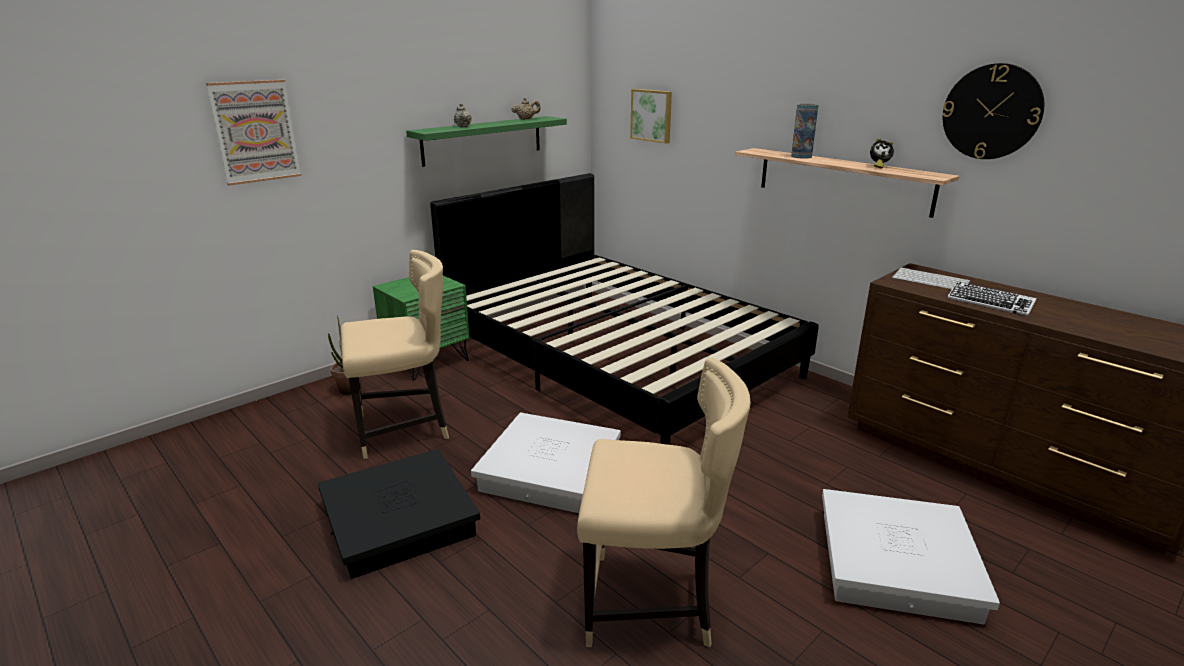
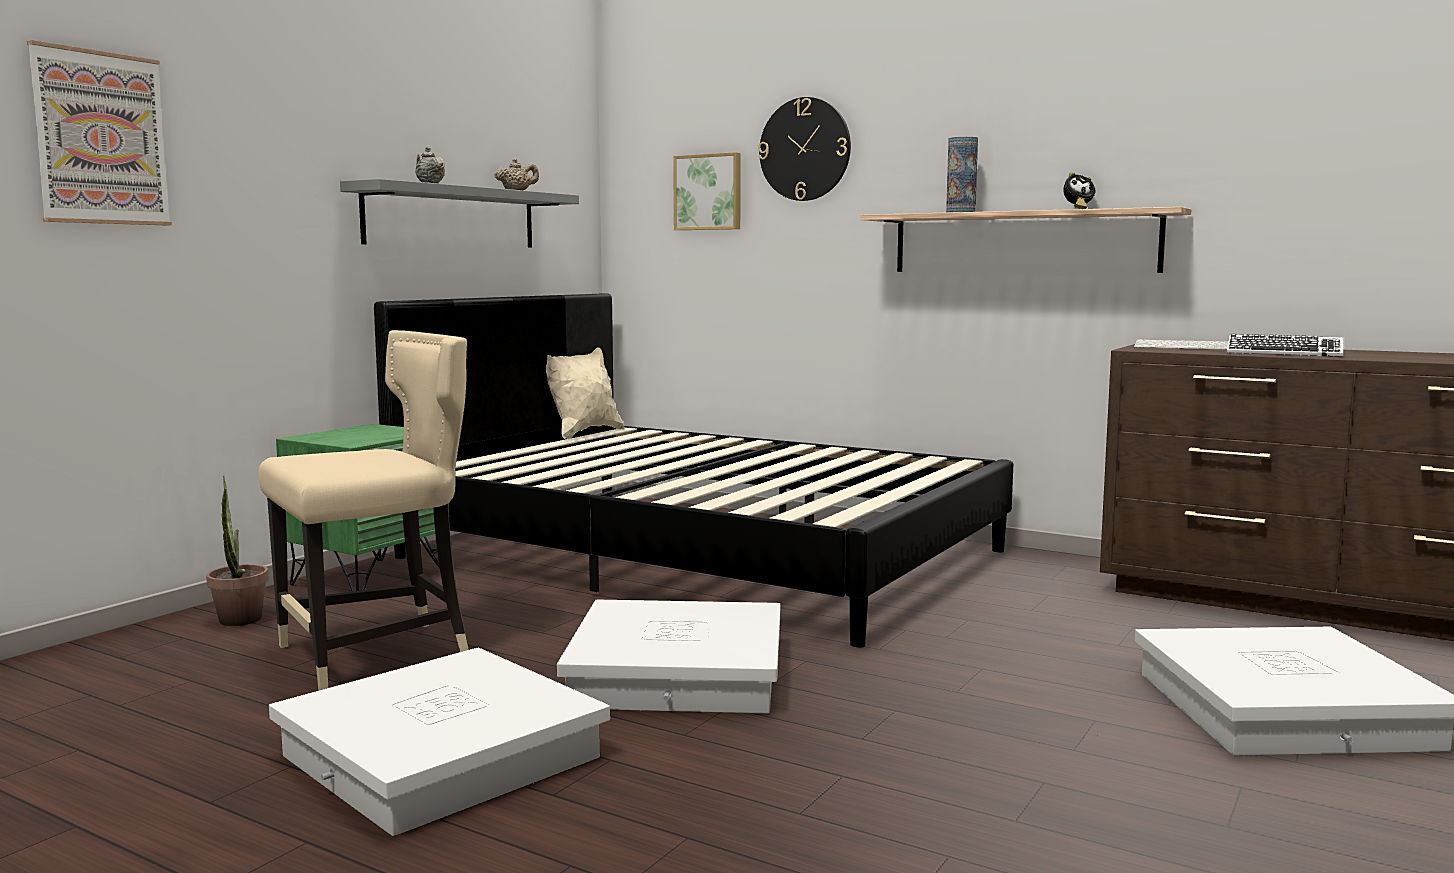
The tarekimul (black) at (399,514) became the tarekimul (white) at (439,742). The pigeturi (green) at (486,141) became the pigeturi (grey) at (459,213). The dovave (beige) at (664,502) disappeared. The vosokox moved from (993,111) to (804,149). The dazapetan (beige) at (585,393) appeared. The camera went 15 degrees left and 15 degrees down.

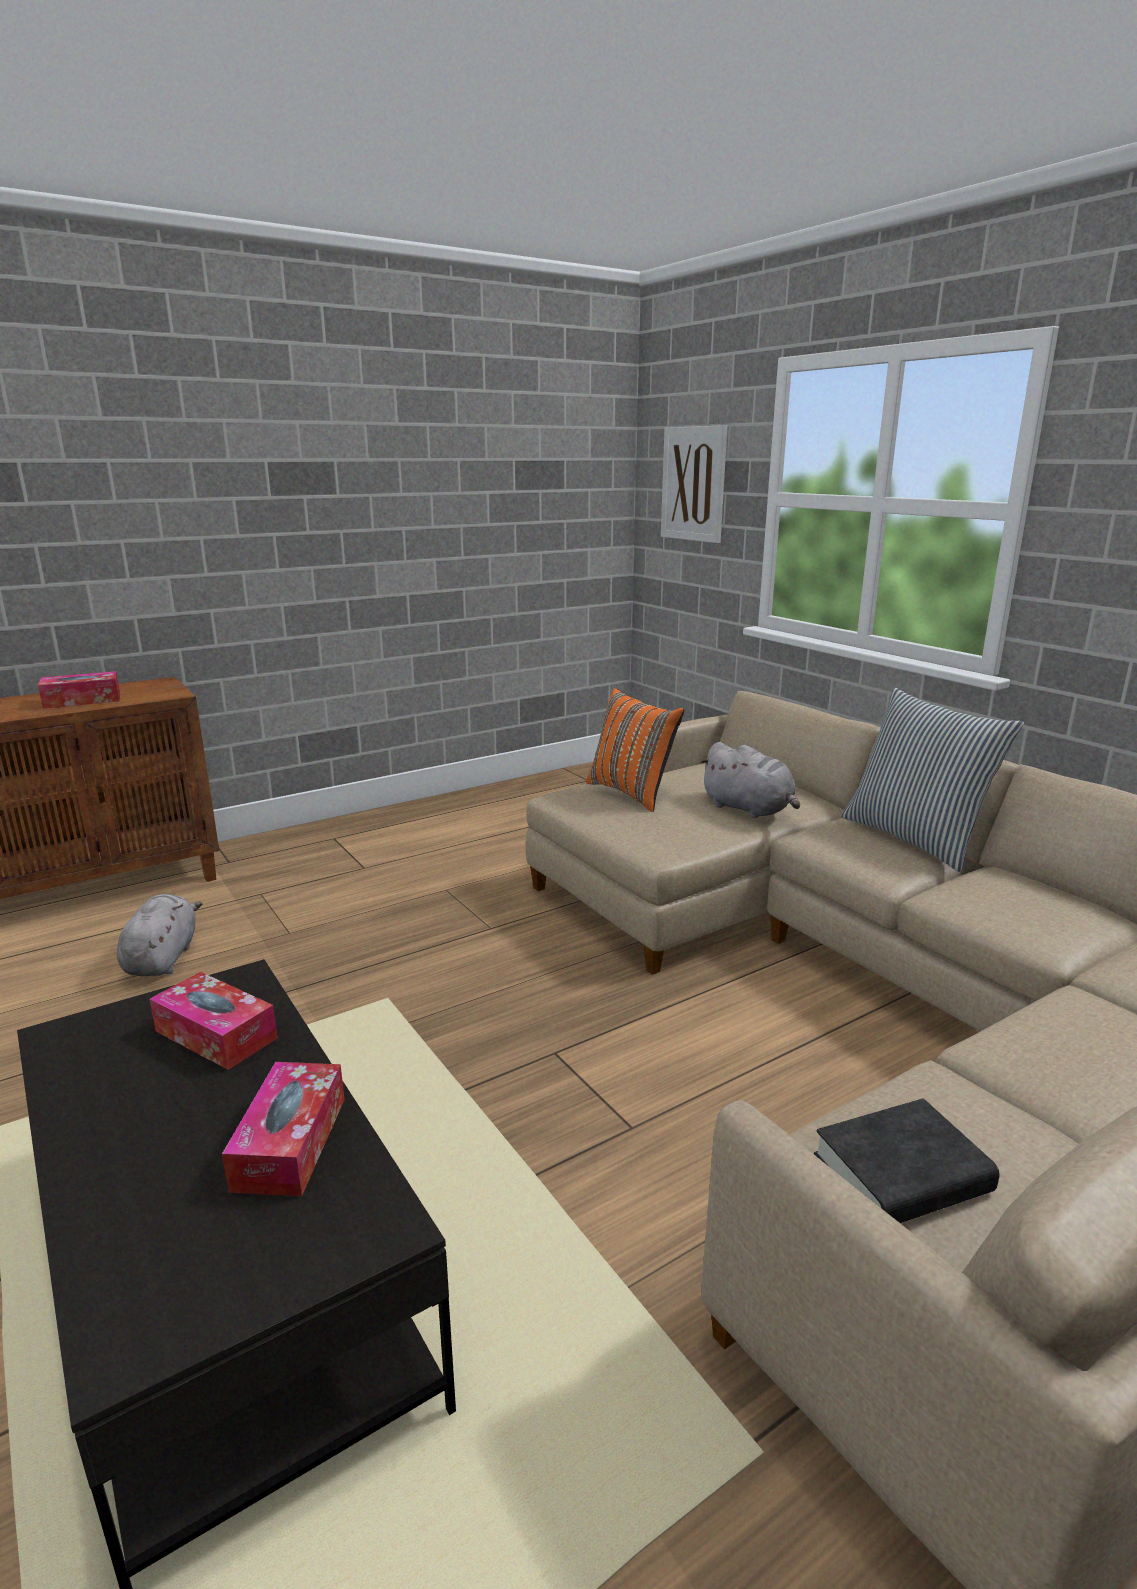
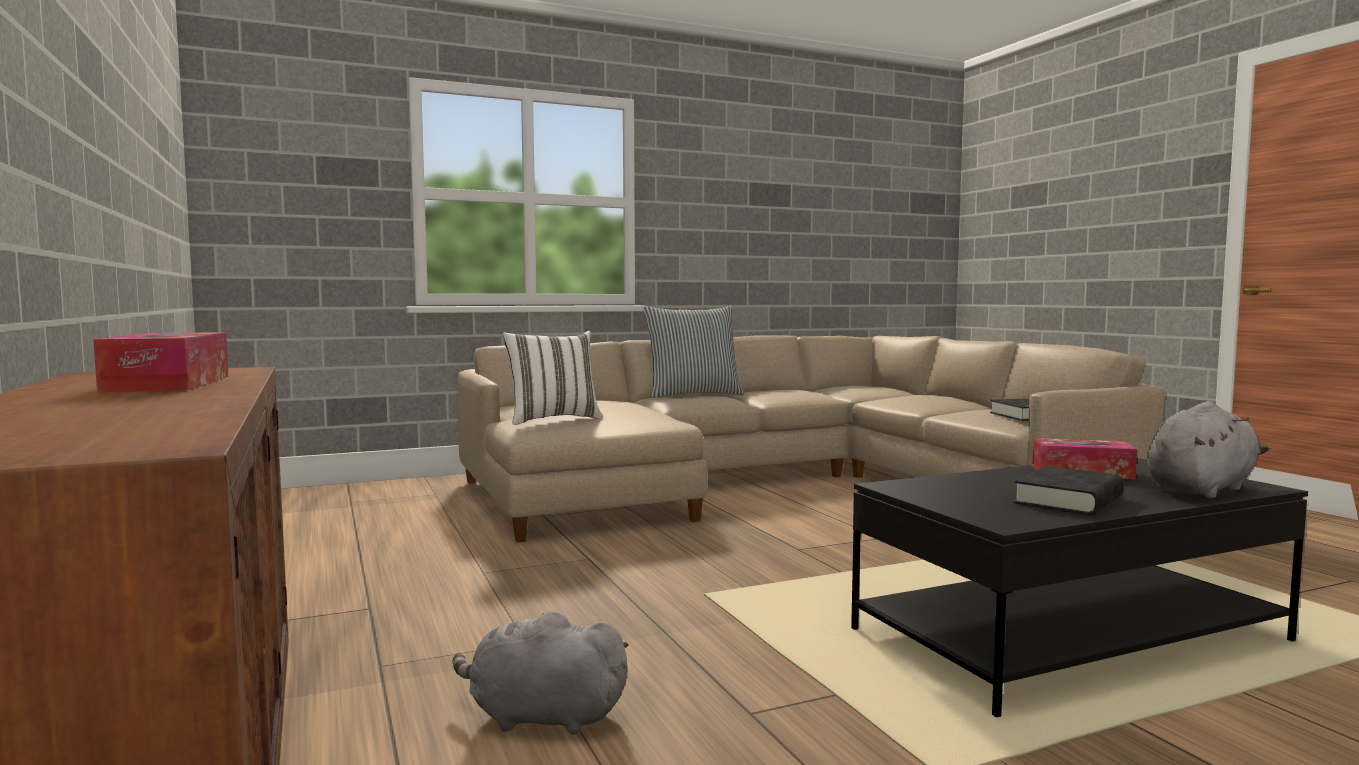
The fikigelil at (214,1021) disappeared. The dazapetan (orange) at (635,750) became the dazapetan (white) at (553,378). The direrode at (694,484) disappeared. The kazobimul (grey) moved from (749,780) to (1208,450). The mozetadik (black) at (1069,490) appeared. The camera went 80 degrees left and 15 degrees down.

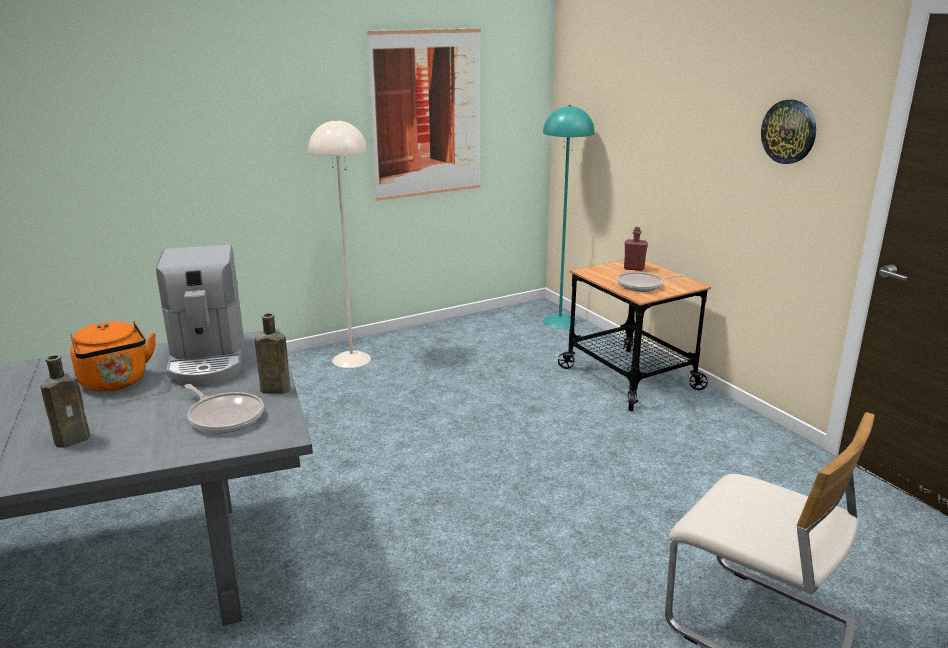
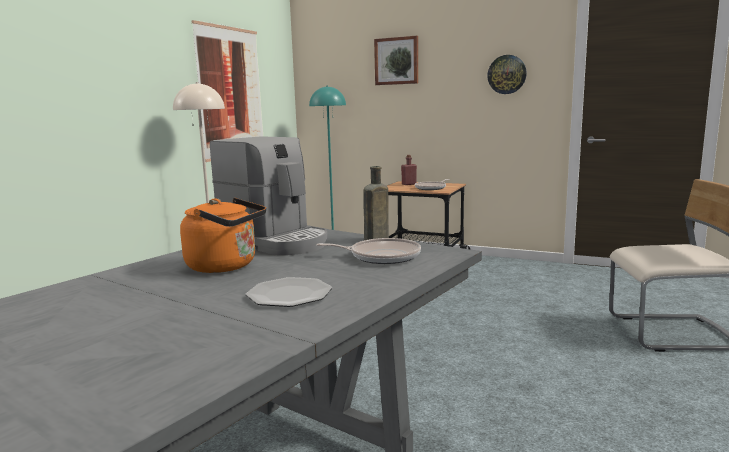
The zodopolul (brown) at (65,401) was replaced by the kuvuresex at (289,292). The direrode at (396,60) appeared. The camera went 35 degrees left and 10 degrees down.

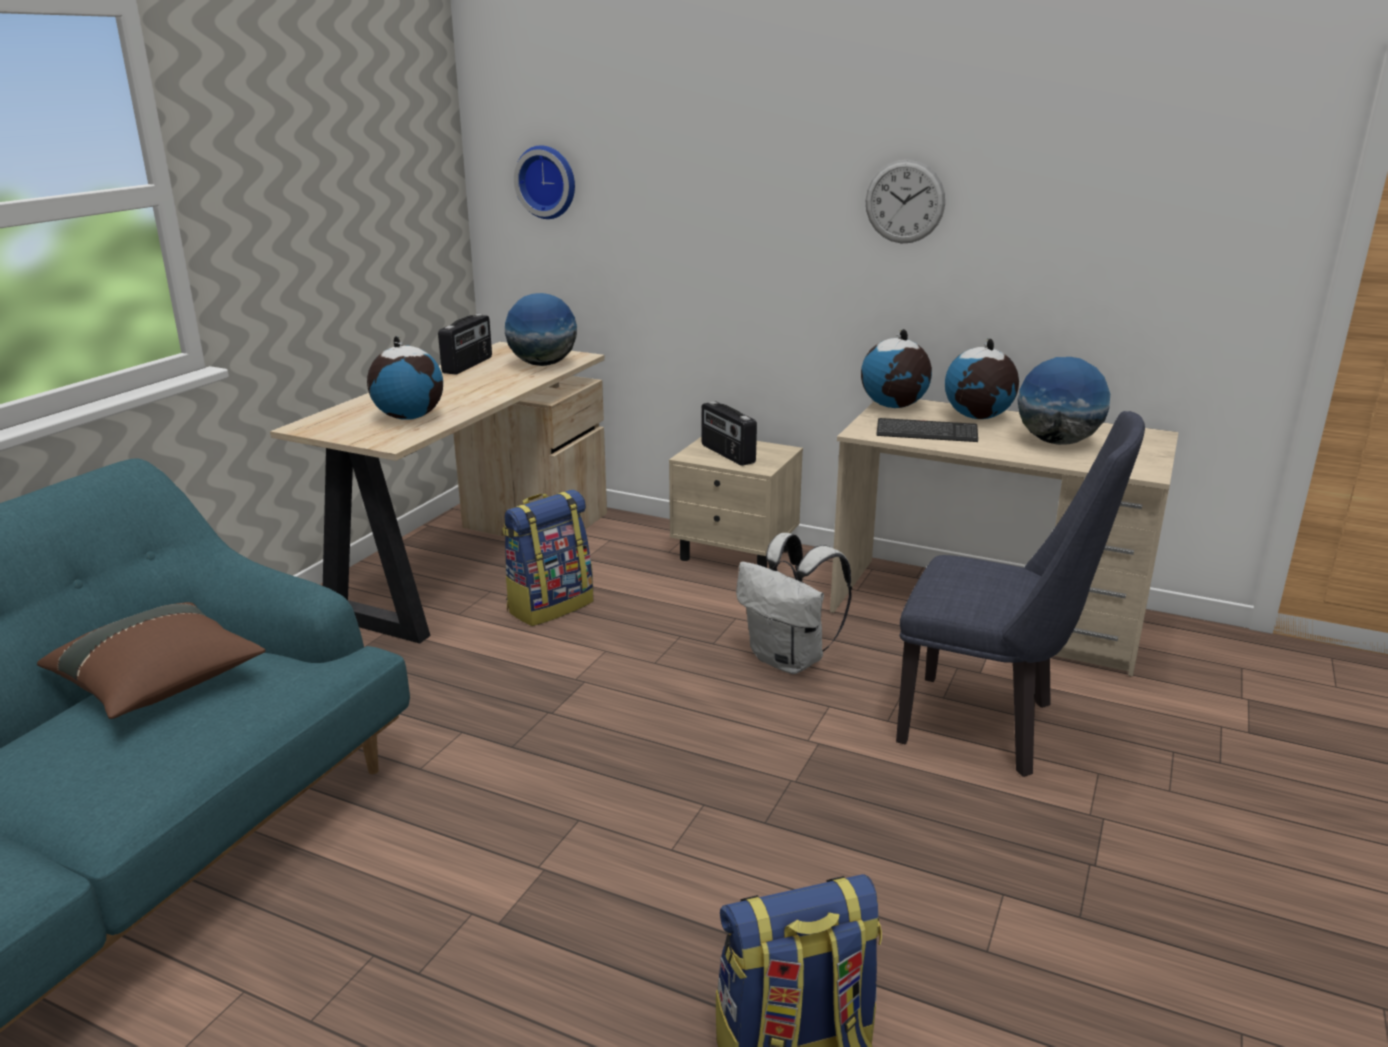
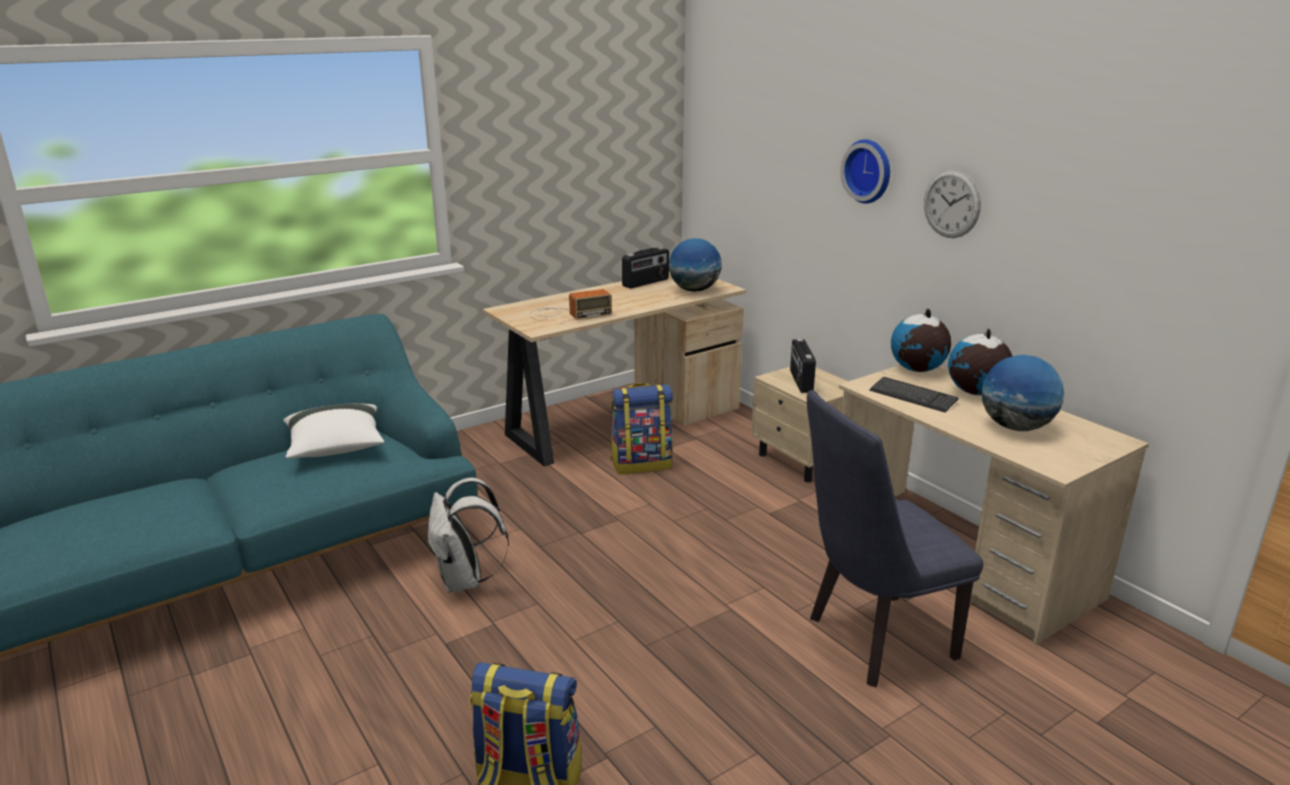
The dazapetan (brown) at (151,660) became the dazapetan (white) at (334,431). The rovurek at (405,378) was replaced by the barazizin at (570,304). The vosokox moved from (544,182) to (865,171). The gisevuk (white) moved from (794,603) to (468,535). The dovave (blue) at (1020,594) turned 105 degrees clockwise. The camera went 30 degrees right and 0 degrees up.

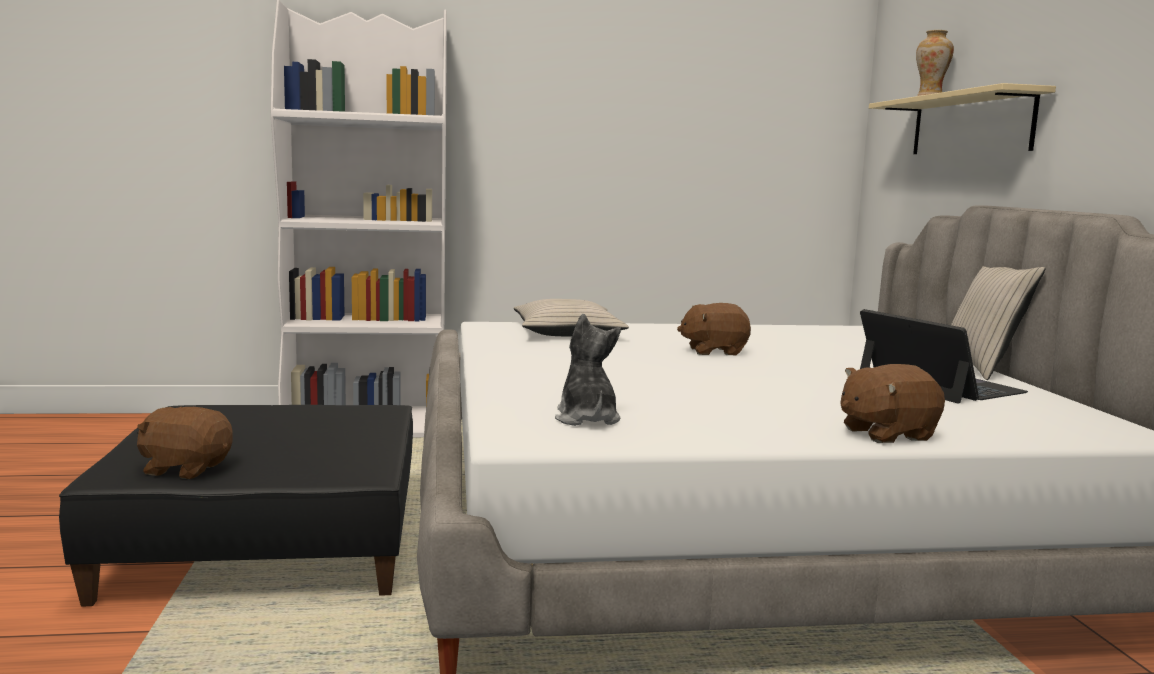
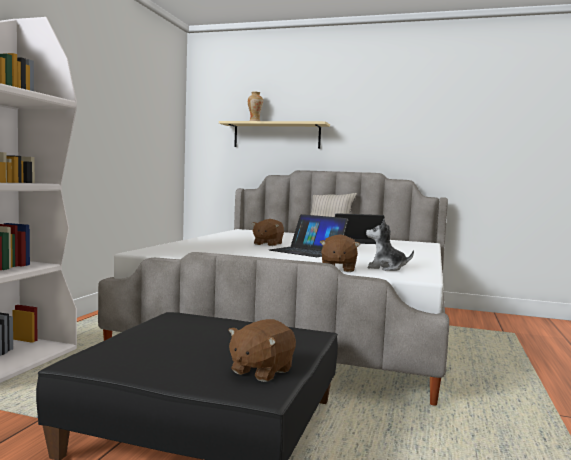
The dazapetan (beige) at (571,318) disappeared. The kazobimul (brown) moved from (893,403) to (340,253). The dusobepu at (308,235) appeared. The camera went 65 degrees left and 5 degrees down.

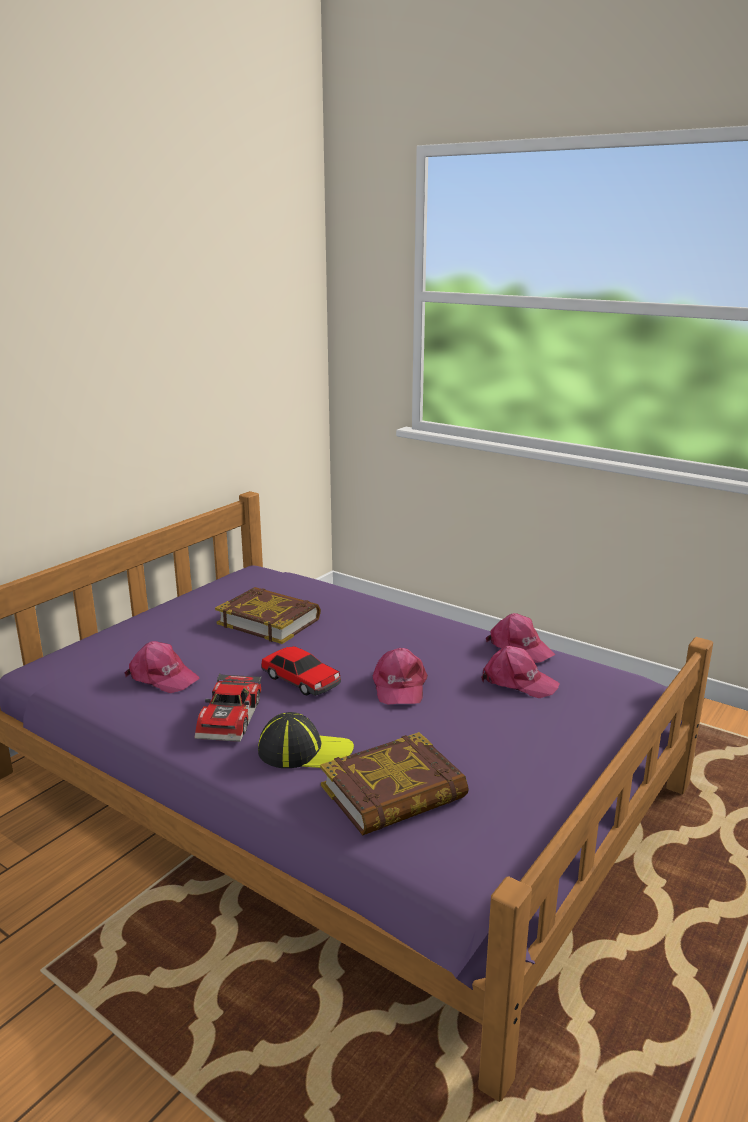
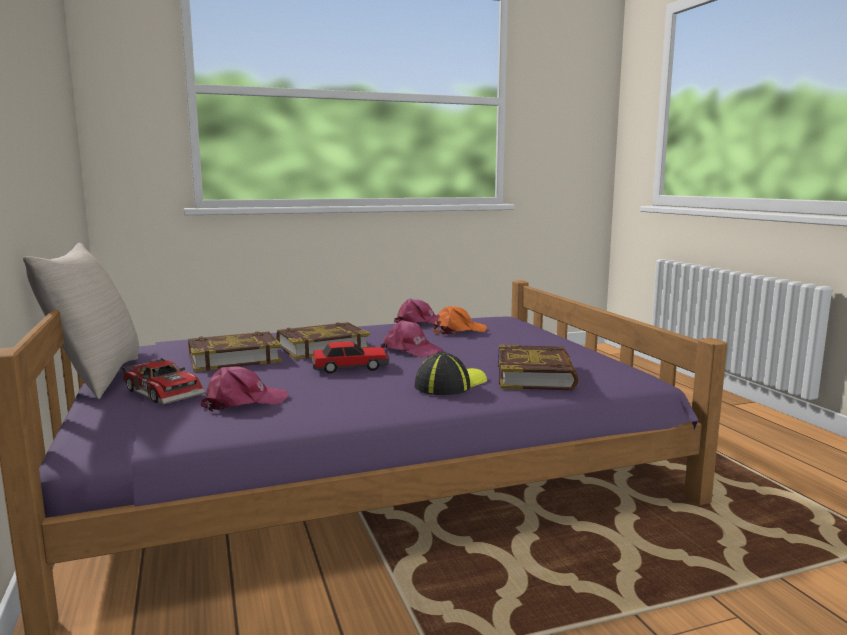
The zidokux moved from (228,708) to (163,381). The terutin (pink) at (520,672) became the terutin (orange) at (460,320). The dazapetan (beige) at (81,321) appeared. The mozetadik at (323,340) appeared. The camera went 55 degrees left and 10 degrees down.

